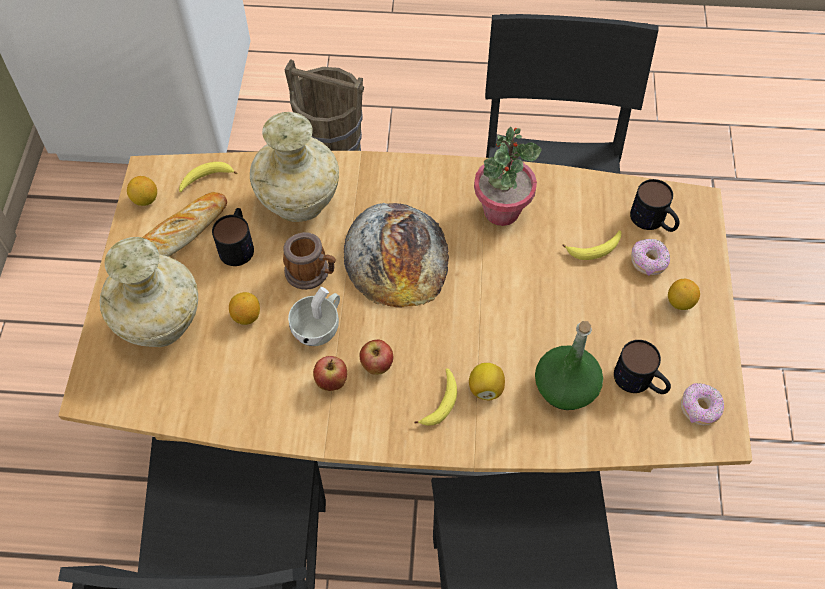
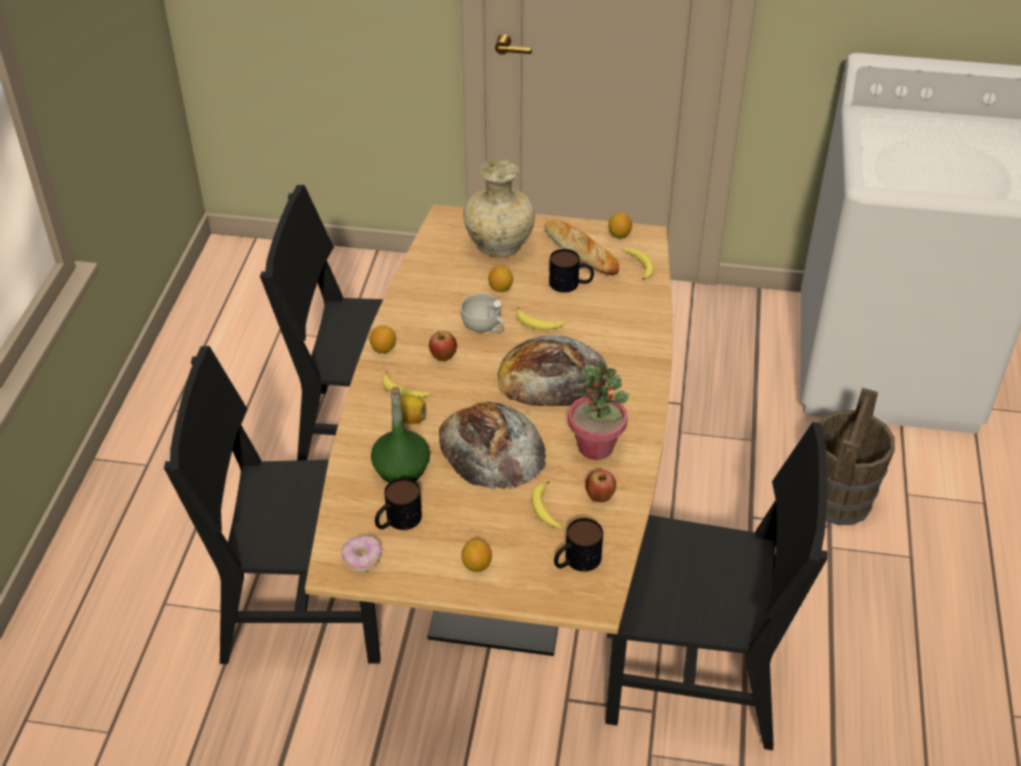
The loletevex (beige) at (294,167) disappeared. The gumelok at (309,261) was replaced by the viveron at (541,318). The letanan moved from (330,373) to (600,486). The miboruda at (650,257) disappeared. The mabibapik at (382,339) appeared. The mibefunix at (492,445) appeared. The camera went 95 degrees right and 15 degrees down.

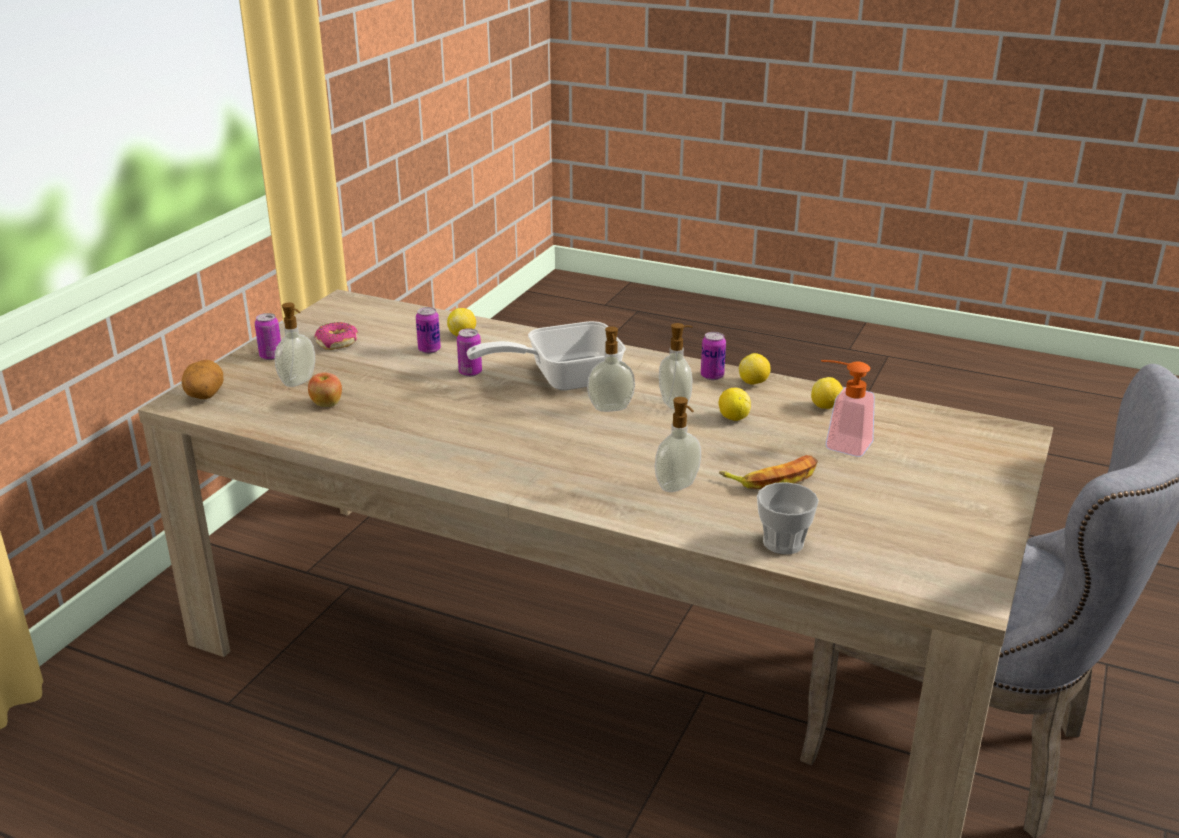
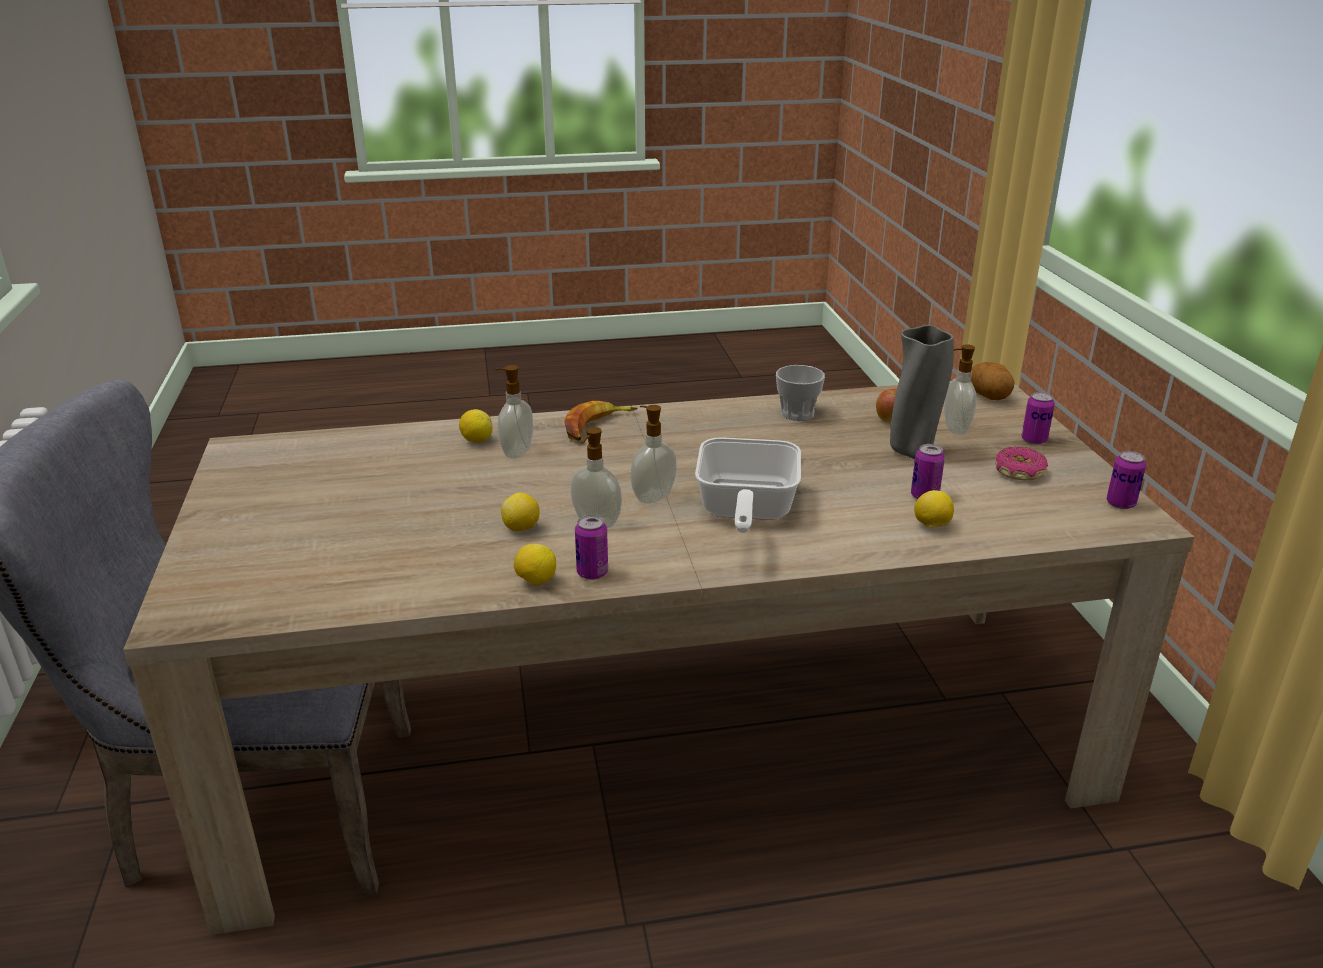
The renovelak moved from (469,352) to (1126,480). The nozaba at (546,355) turned 150 degrees clockwise. The viveron moved from (768,472) to (601,421). The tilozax moved from (788,518) to (800,393). The mabibapik moved from (827,393) to (475,426). The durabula at (848,408) disappeared. The loletevex (grey) at (922,392) appeared. The camera went 145 degrees right and 0 degrees up.

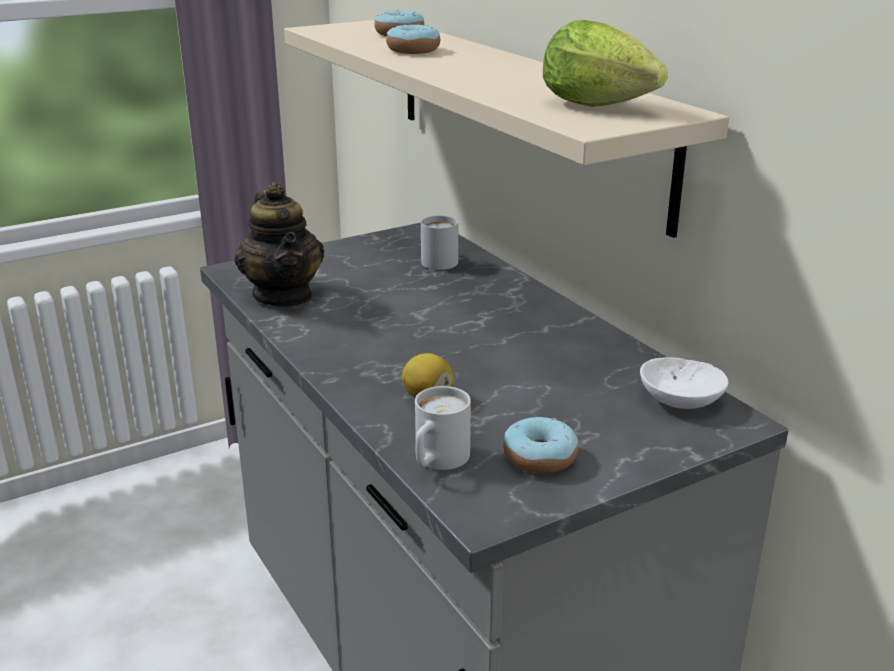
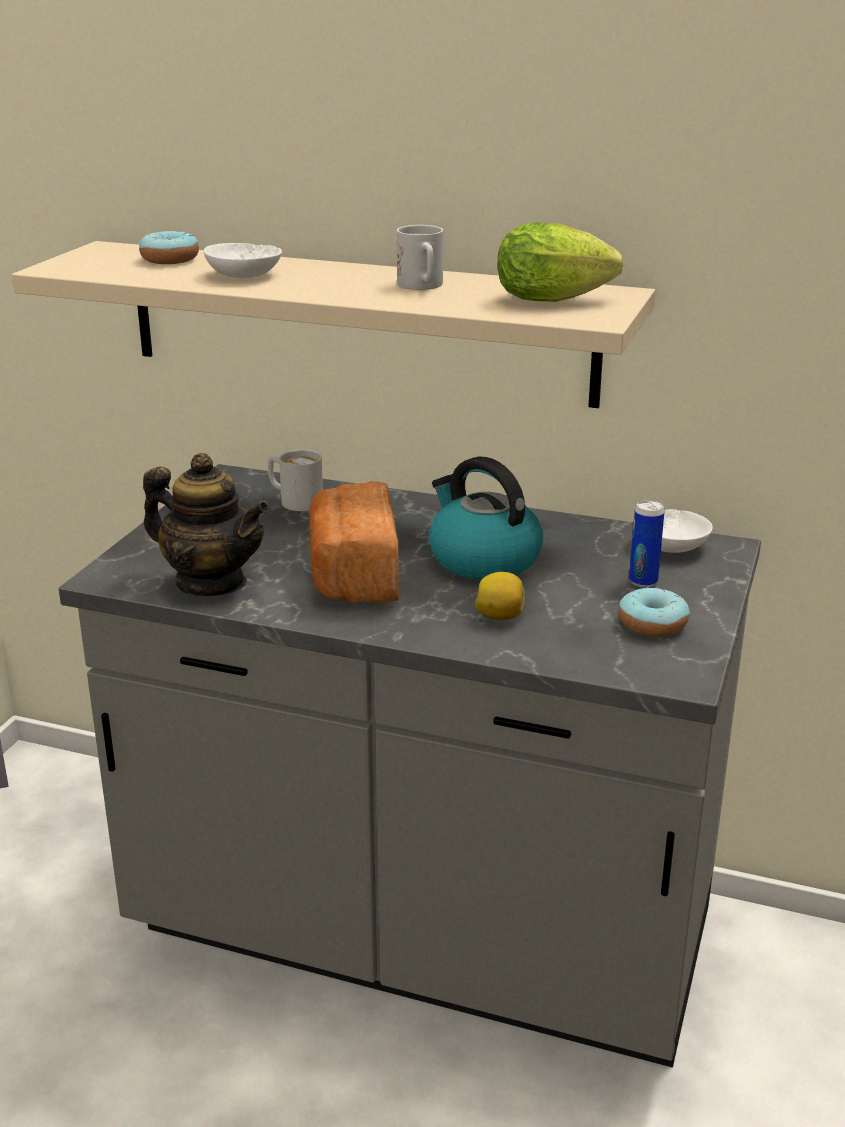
The miboruda at (413,39) was replaced by the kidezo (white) at (242,260). The gumelok (white) moved from (443,428) to (420,257). The mibefunix at (354,542) appeared. The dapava at (486,518) appeared. The renovelak at (647,543) appeared. The camera went 40 degrees left and 0 degrees up.

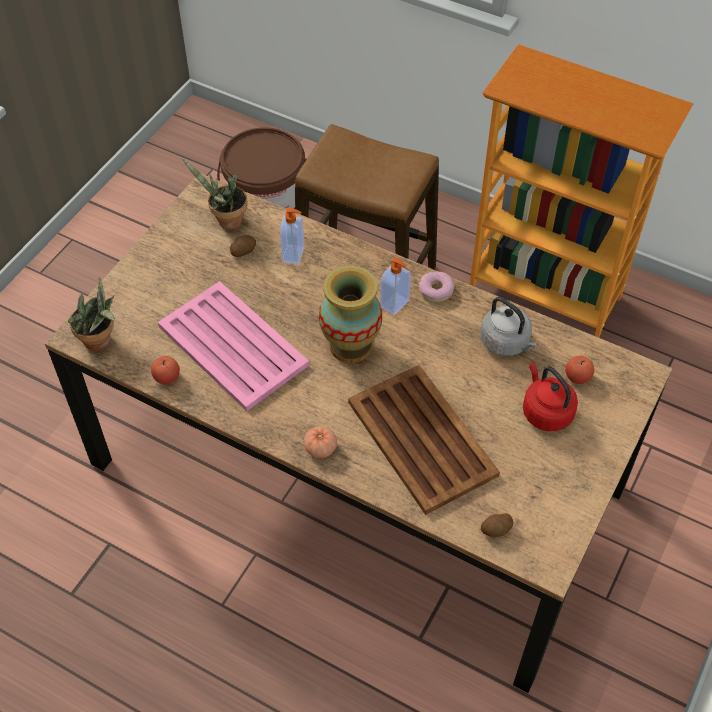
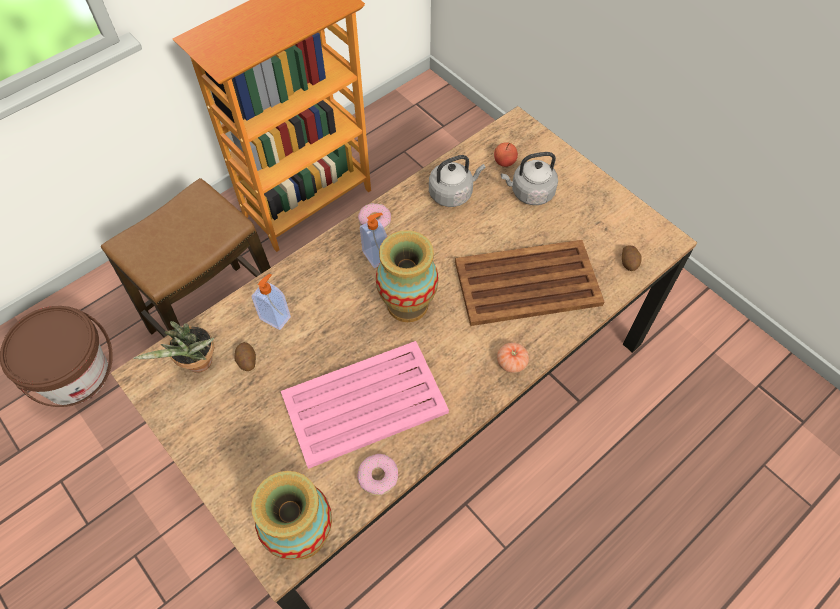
The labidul at (91,314) was replaced by the loletevex at (291,515). The letanan at (165,370) was replaced by the miboruda at (377,475). The dapava (red) at (550,396) became the dapava (grey) at (529,178). The camera went 70 degrees left and 5 degrees up.

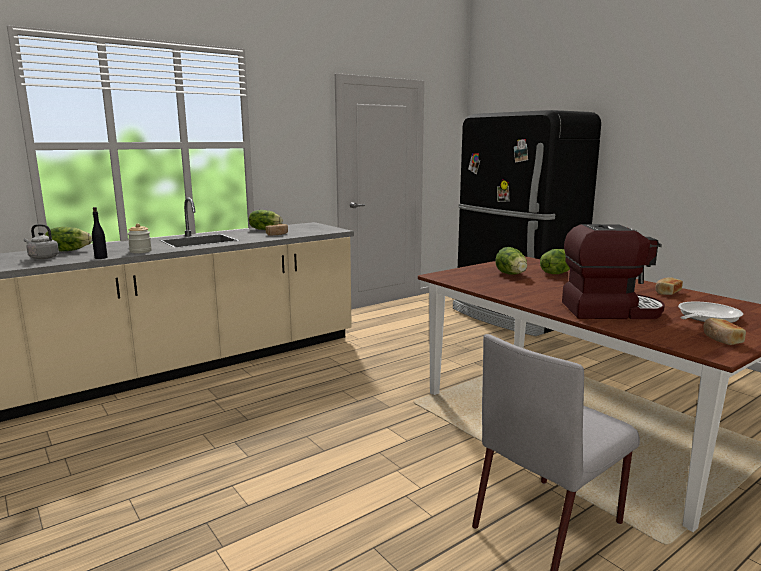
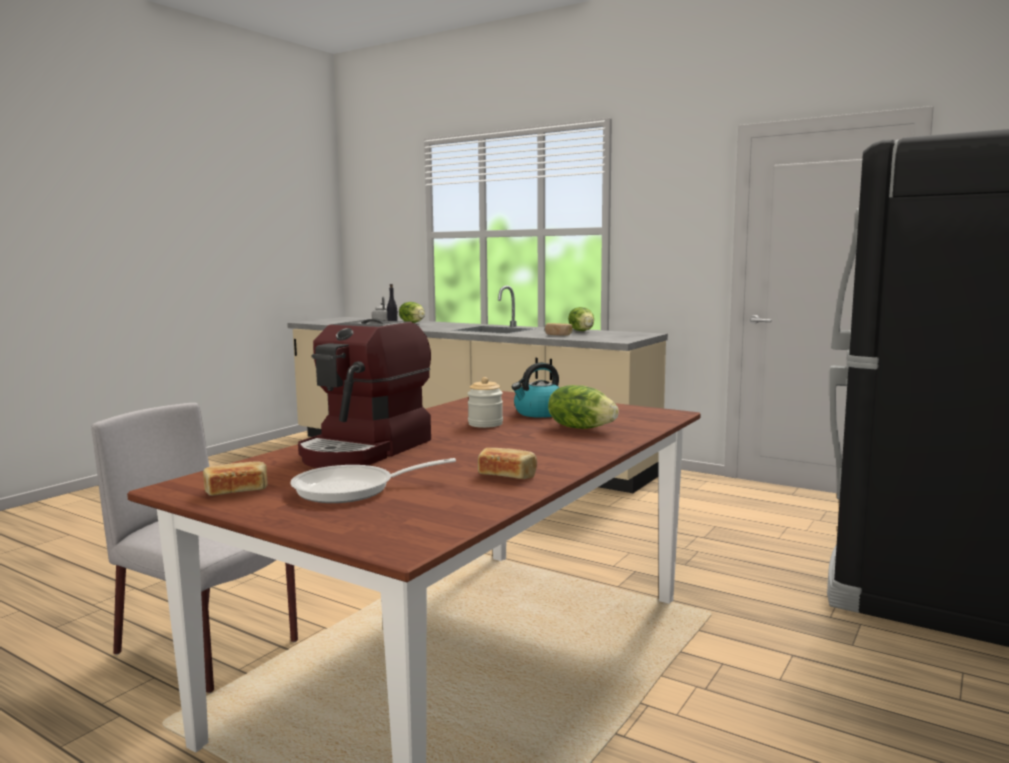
The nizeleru moved from (139,238) to (485,402). The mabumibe at (511,261) was replaced by the dapava at (536,390). The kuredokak at (613,271) turned 45 degrees clockwise. The nozaba at (710,312) turned 135 degrees clockwise. The camera went 70 degrees right and 5 degrees down.

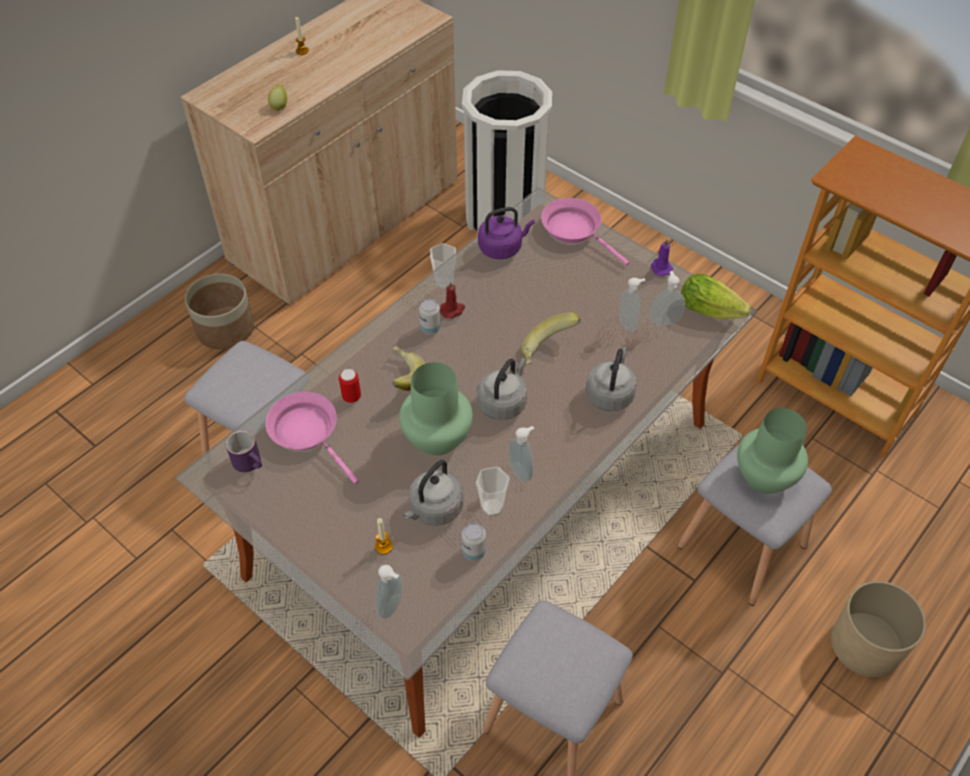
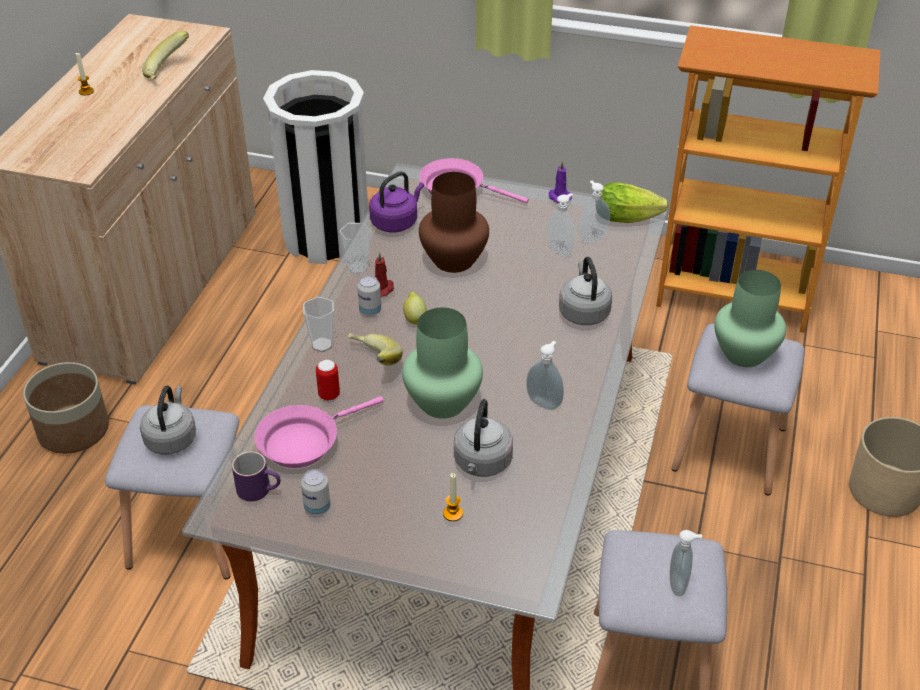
The nozaba (pink) at (312,438) turned 60 degrees counterclockwise. The mabibapik moved from (277,98) to (415,308). The durabula moved from (389,592) to (686,563). The renovelak moved from (474,542) to (315,492). The tilozax moved from (493,491) to (318,324). The dapava (grey) moved from (502,389) to (168,420). The viveron moved from (551,338) to (165,55). The loletevex (brown) at (454,222) appeared. The camera went 25 degrees left and 10 degrees down.

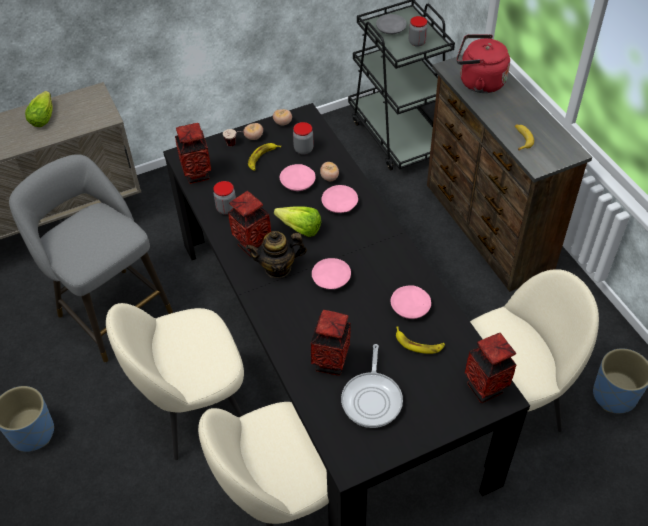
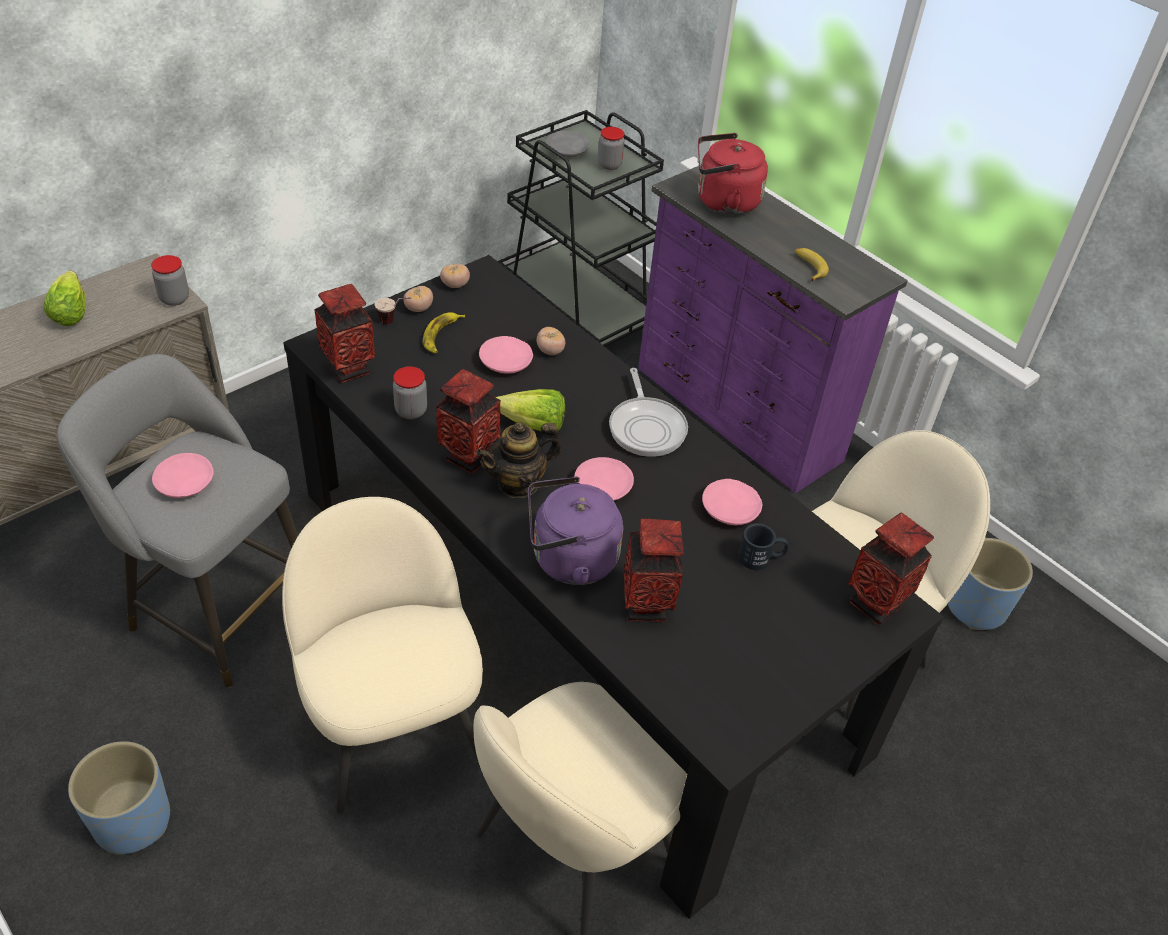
The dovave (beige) at (175,381) turned 105 degrees clockwise. The nizeleru moved from (303,138) to (170,280). The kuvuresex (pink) moved from (340,199) to (183,475). The nozaba moved from (372,386) to (648,412). The viveron at (420,340) was replaced by the gumelok (black) at (763,546). The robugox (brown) at (509,173) became the robugox (purple) at (773,329). The dapava (purple) at (575,530) appeared. The camera went 20 degrees left and 5 degrees down.

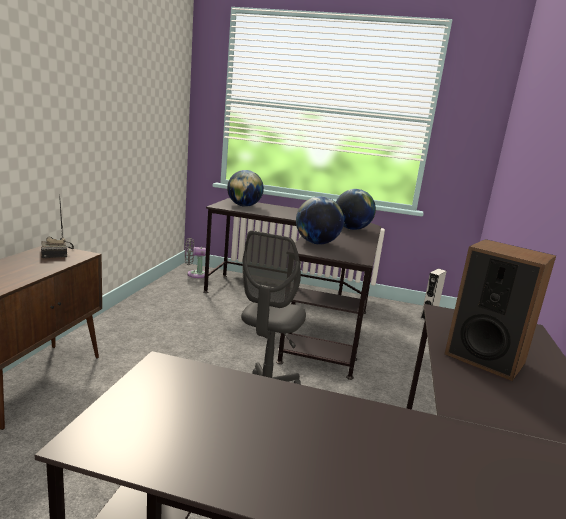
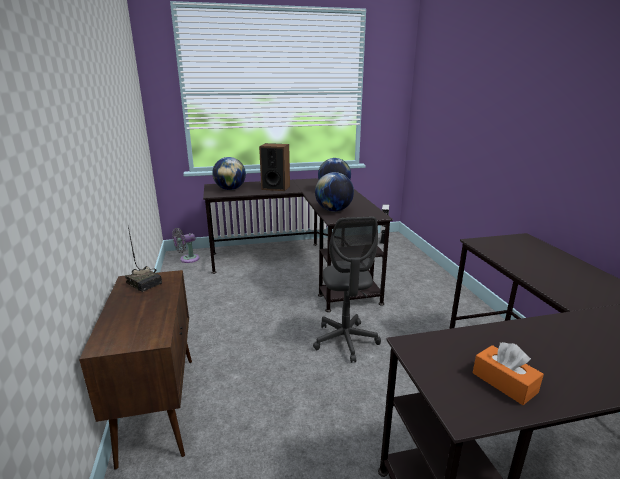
The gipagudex moved from (500,310) to (274,167). The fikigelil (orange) at (508,373) appeared. The camera went 25 degrees left and 5 degrees up.

